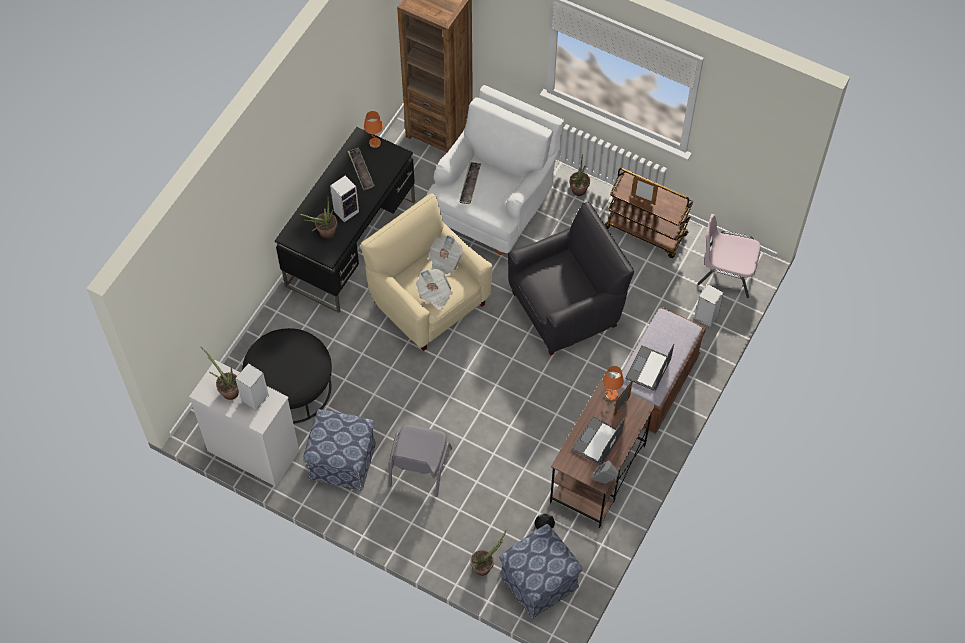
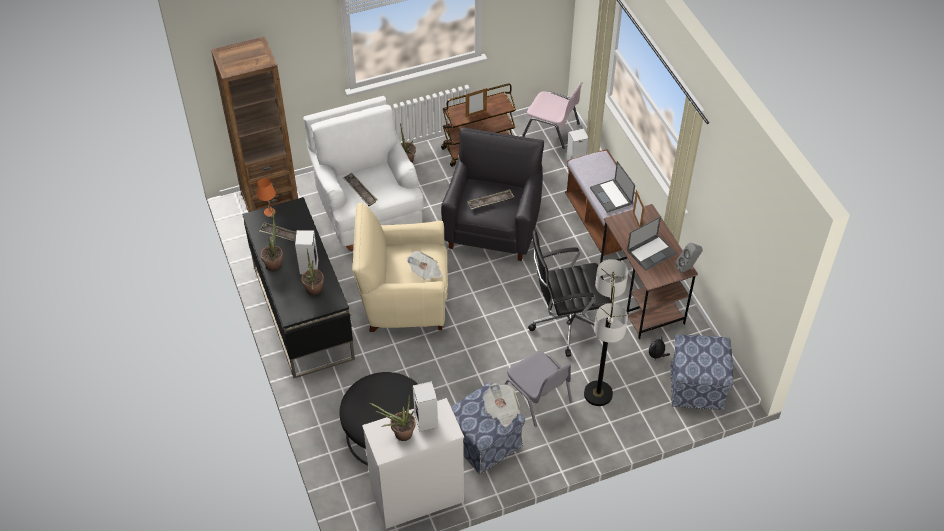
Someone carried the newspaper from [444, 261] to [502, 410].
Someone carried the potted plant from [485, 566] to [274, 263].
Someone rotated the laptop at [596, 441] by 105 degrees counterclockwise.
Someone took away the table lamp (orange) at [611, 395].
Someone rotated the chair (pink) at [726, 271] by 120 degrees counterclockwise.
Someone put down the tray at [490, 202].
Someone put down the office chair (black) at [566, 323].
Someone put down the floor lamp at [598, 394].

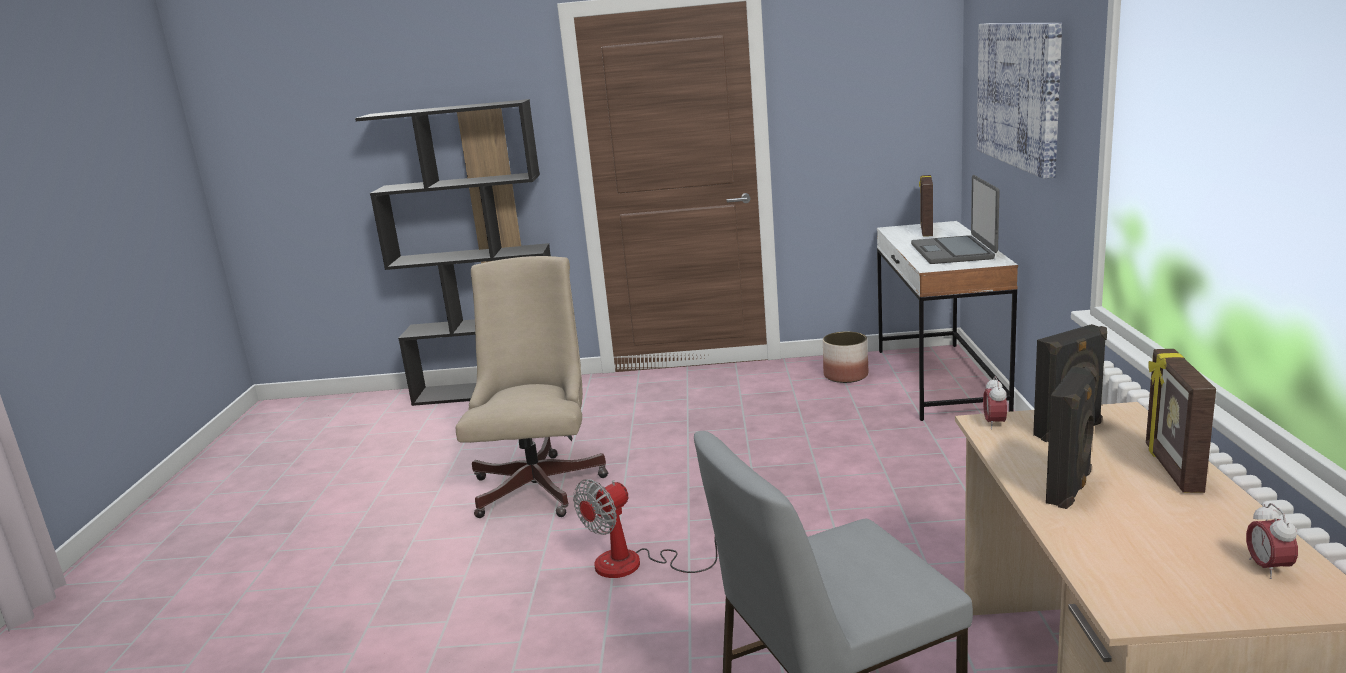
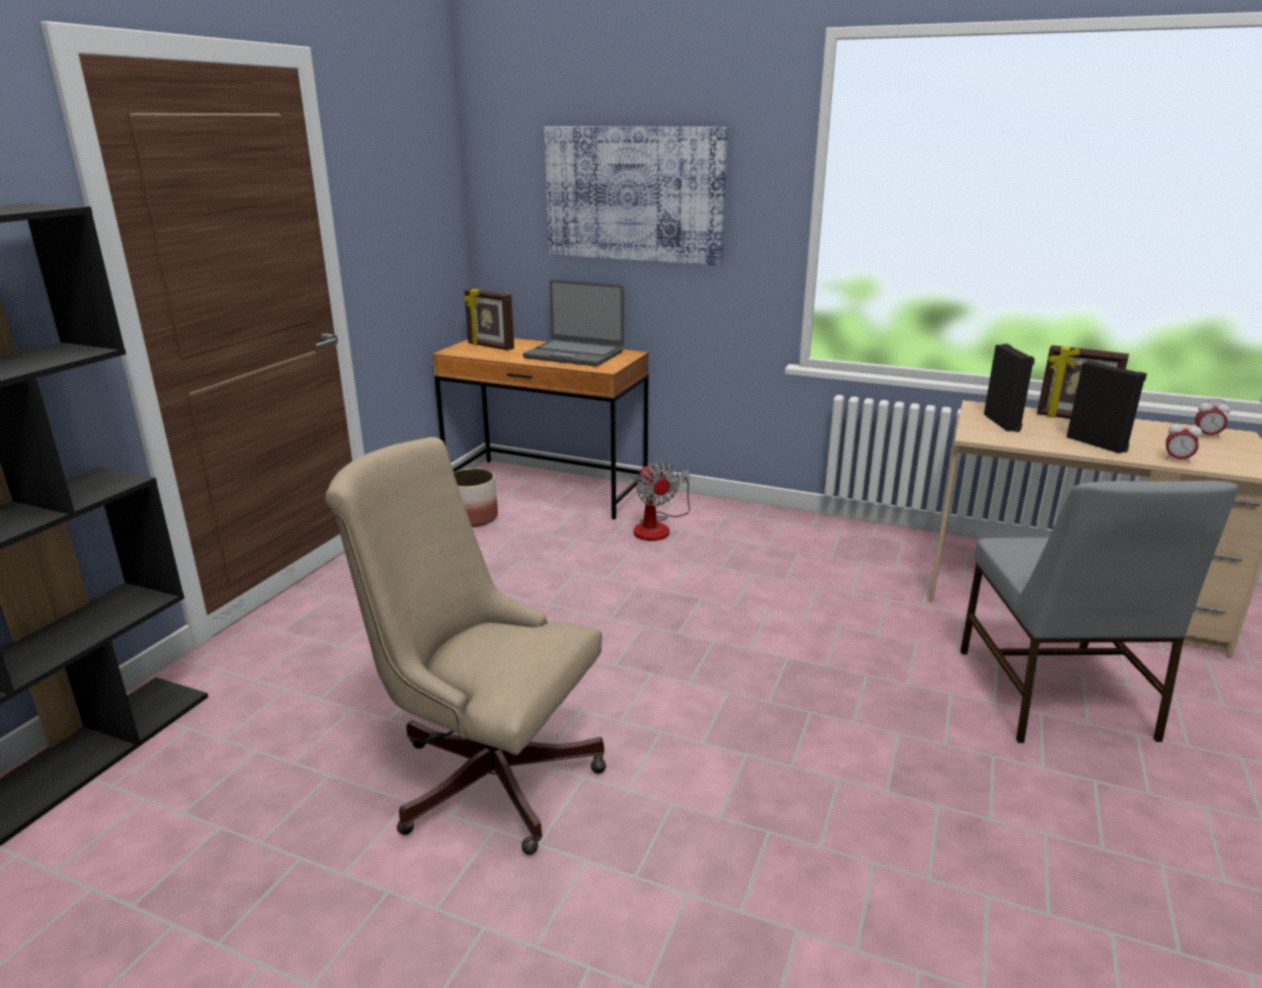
Someone carried the fan from [635, 564] to [658, 527].
Someone repainted the desk (white) at [939, 380], which became the desk (brown) at [546, 488].
Someone carried the alarm clock from [994, 424] to [1177, 460].

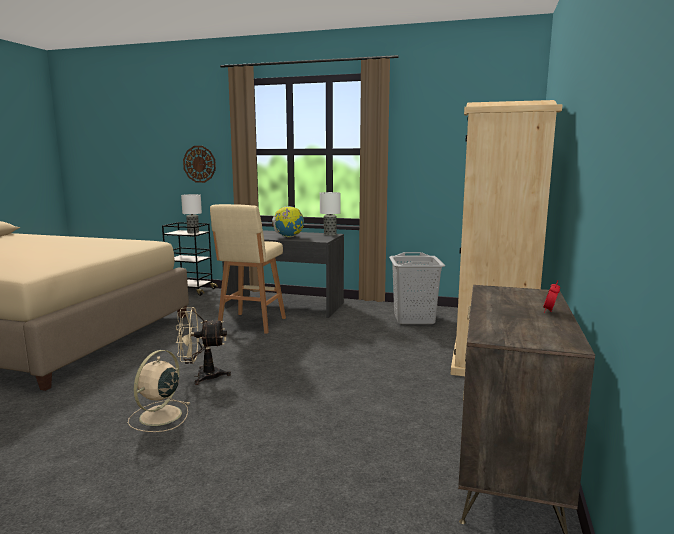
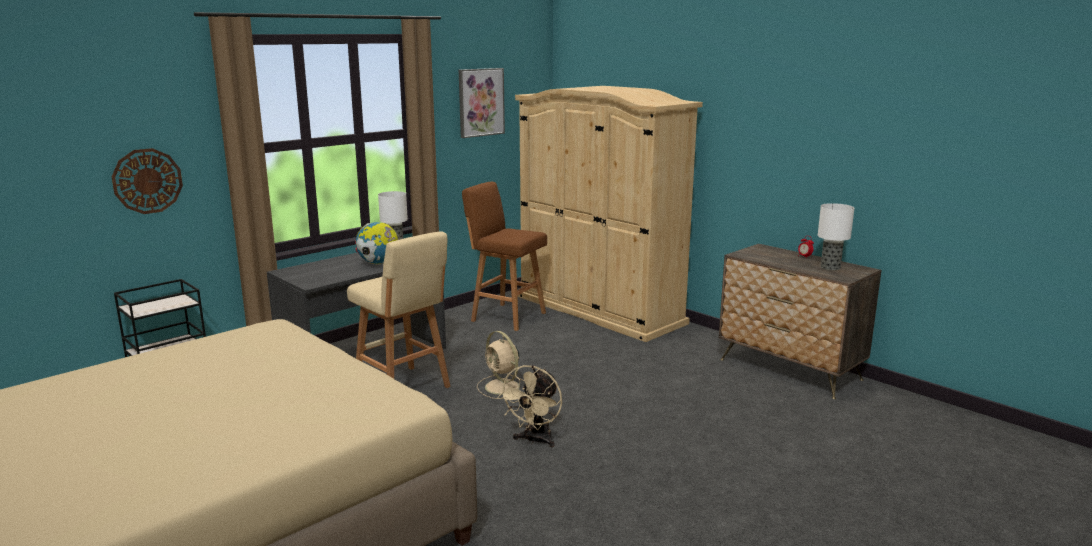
Someone carried the fan (beige) from [159, 416] to [503, 387].
Someone carried the table lamp from [193, 232] to [831, 268].
Someone swapped the laundry basket (grey) at [414, 319] for the stool (brown) at [506, 316].
Someone put up the picture at [481, 102].

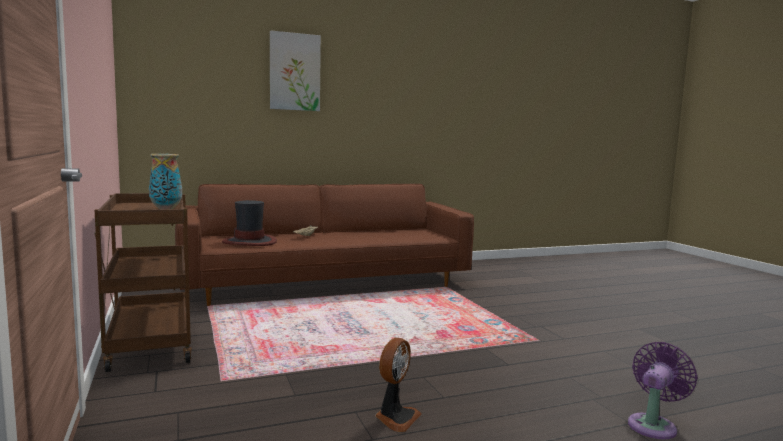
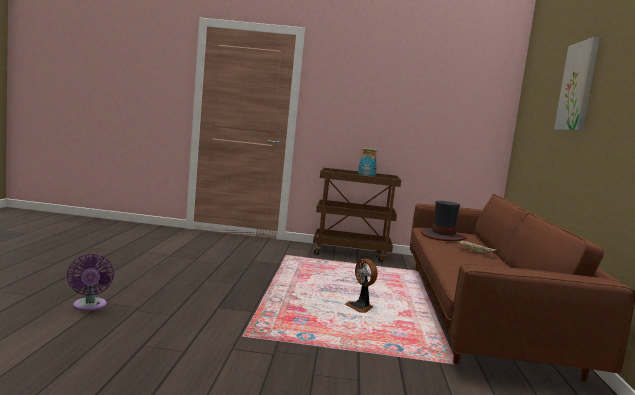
Someone carried the fan from [396, 417] to [360, 307].

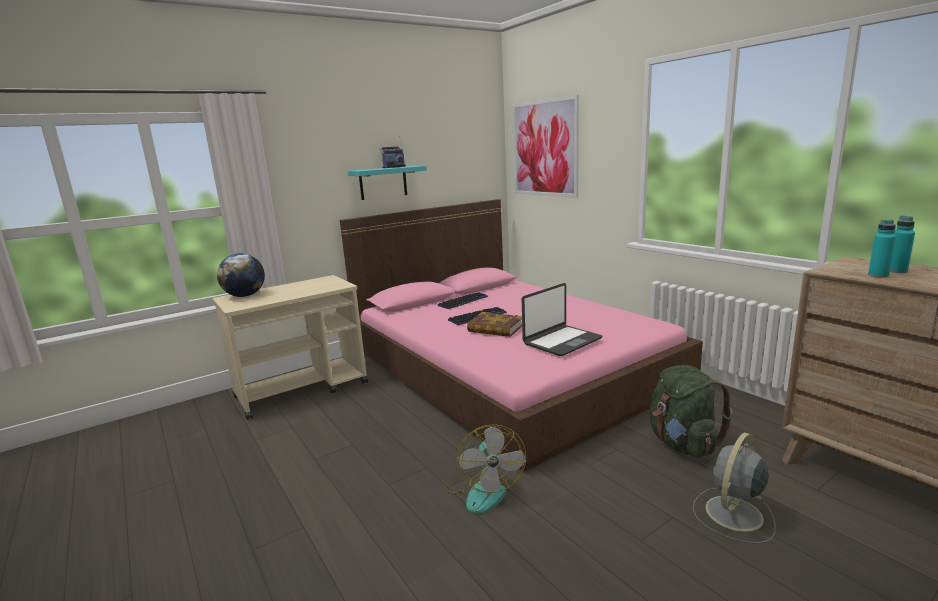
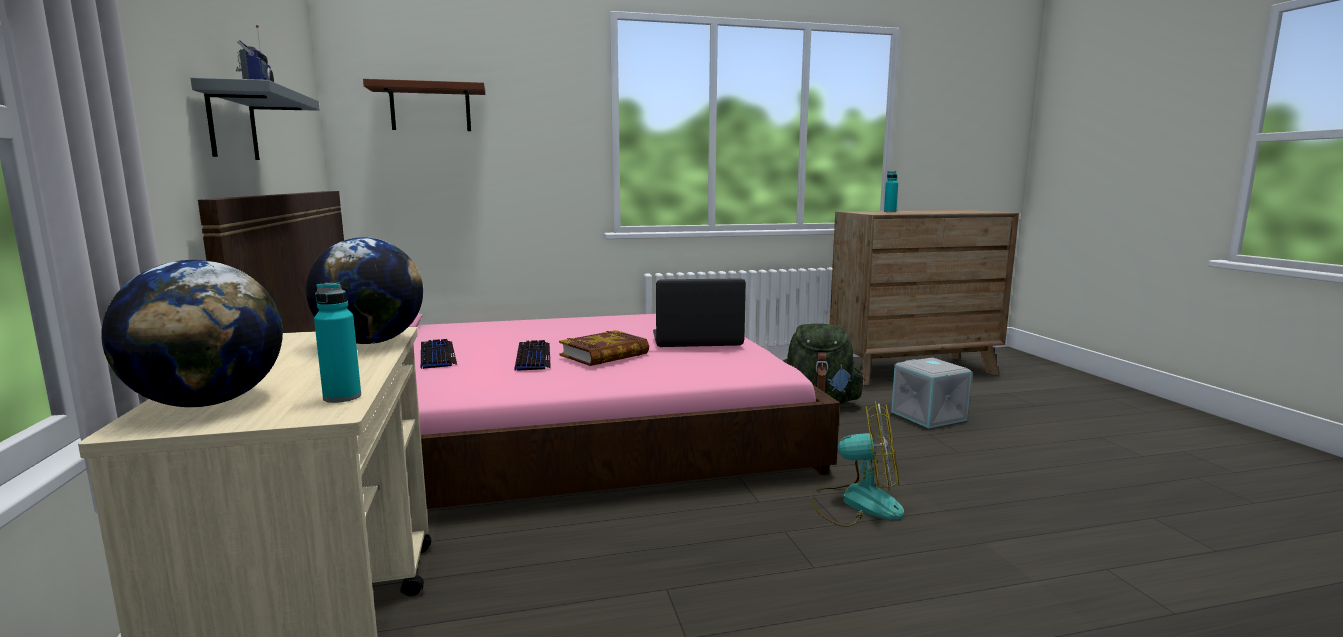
Someone repainted the shelf (turquoise) at [383, 182], which became the shelf (grey) at [232, 124].
Someone swapped the picture at [544, 148] for the shelf (brown) at [430, 108].
Someone rotated the laptop at [561, 341] by 75 degrees counterclockwise.
Someone swapped the fan (grey) at [733, 514] for the storage box (grey) at [929, 416].
Someone carried the bottle (turquoise) from [878, 275] to [342, 397].
Someone put down the globe at [371, 342].

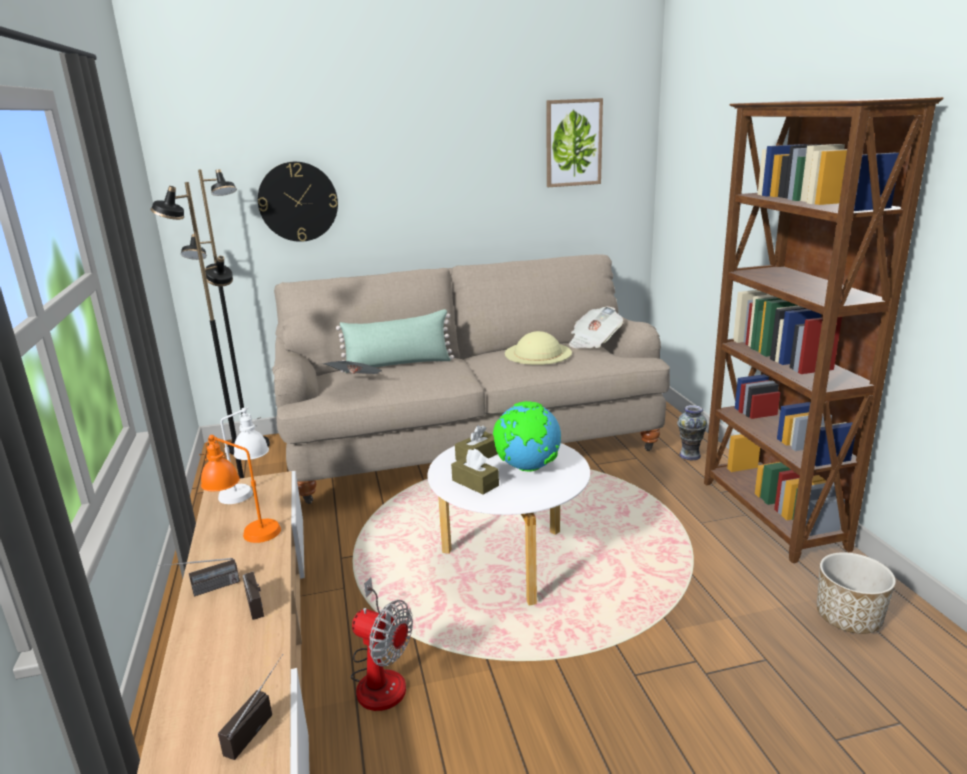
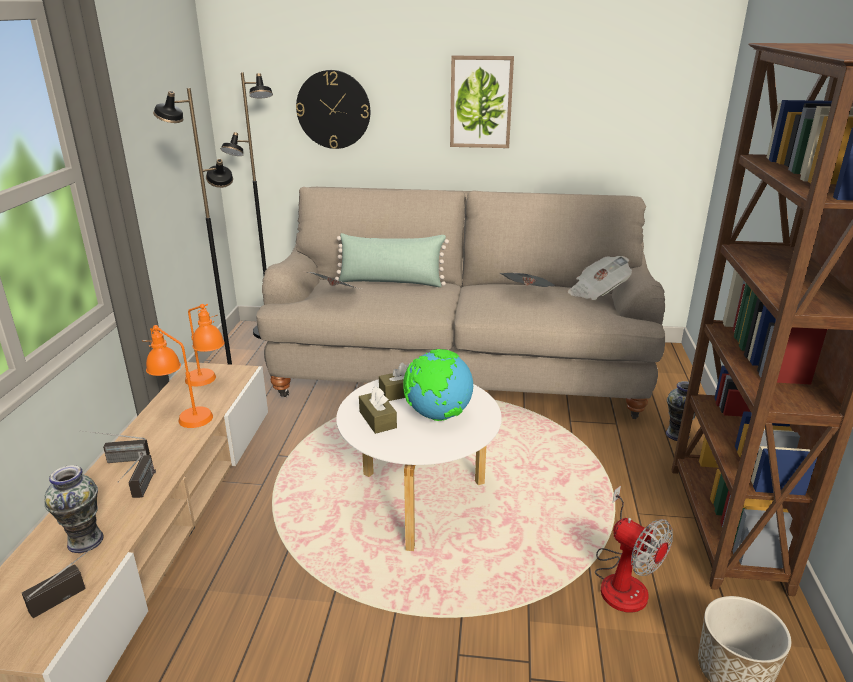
Someone repainted the table lamp (white) at [248, 497], which became the table lamp (orange) at [208, 383].
Someone carried the fan from [380, 676] to [622, 580].
Someone swapped the hat (beige) at [538, 353] for the newspaper at [527, 295].
Someone carried the picture from [573, 143] to [481, 102].
Someone put down the vase at [86, 540].

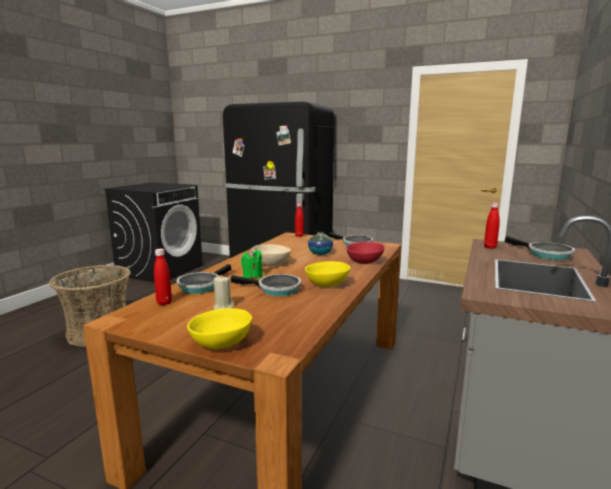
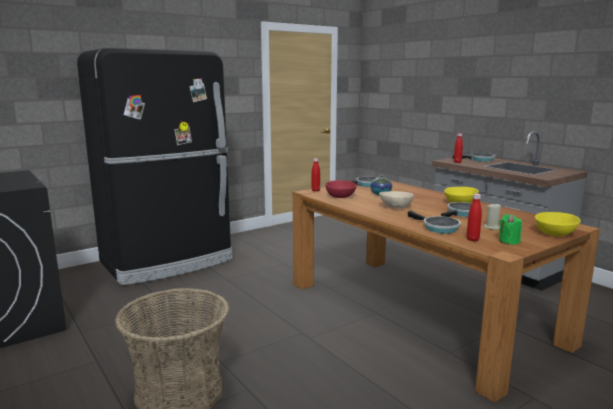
Someone carried the candle (green) from [252, 276] to [508, 241].
Someone carried the bowl (red) from [364, 261] to [340, 196].

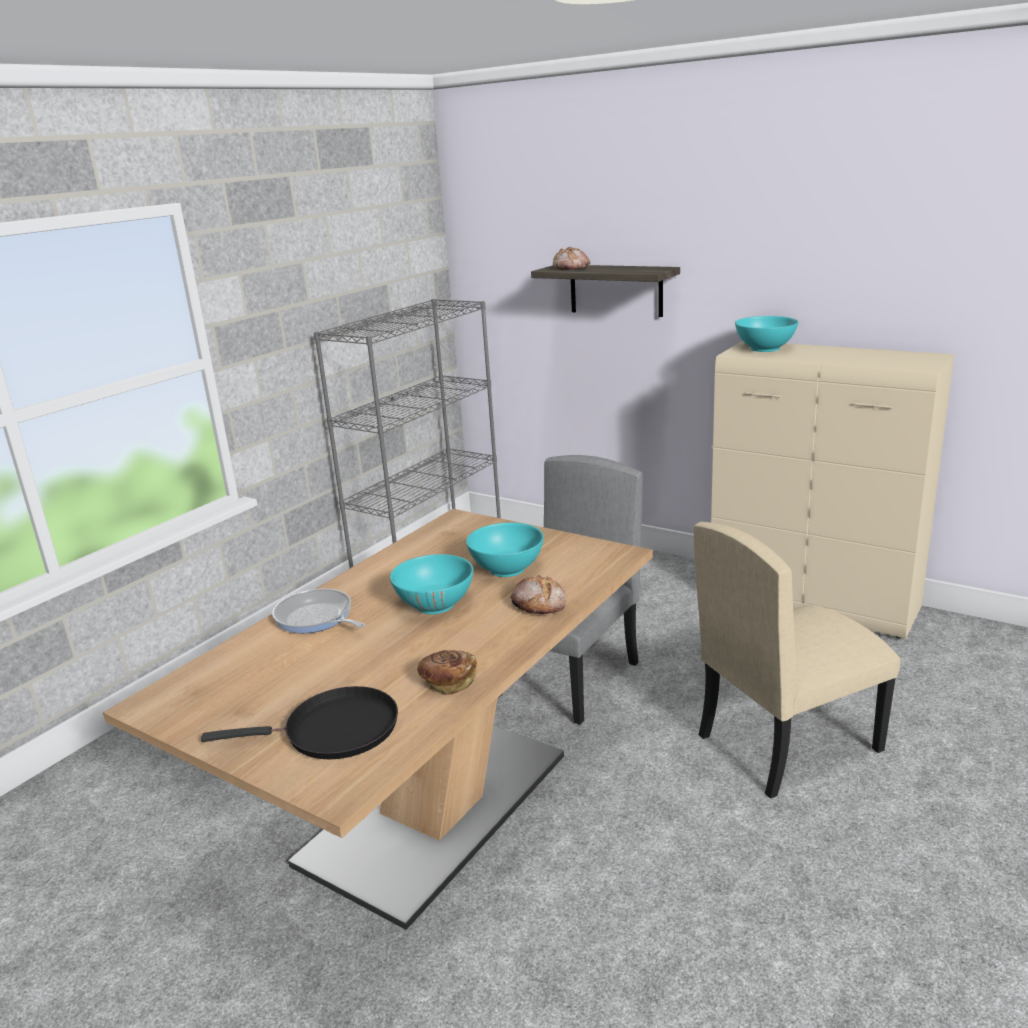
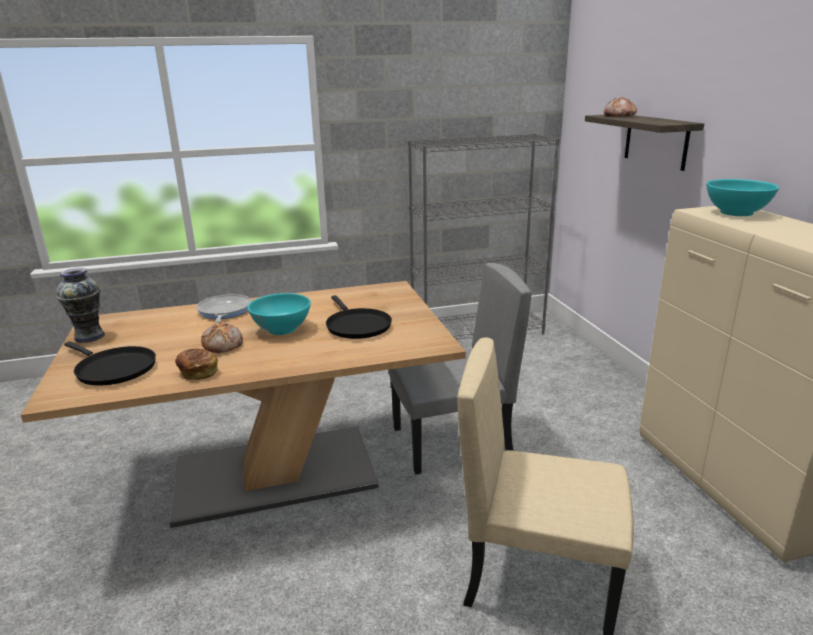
Someone swapped the bowl (turquoise) at [507, 569] for the frying pan (black) at [356, 326].
Someone carried the bread from [539, 604] to [223, 345].
Someone put down the vase at [90, 336].

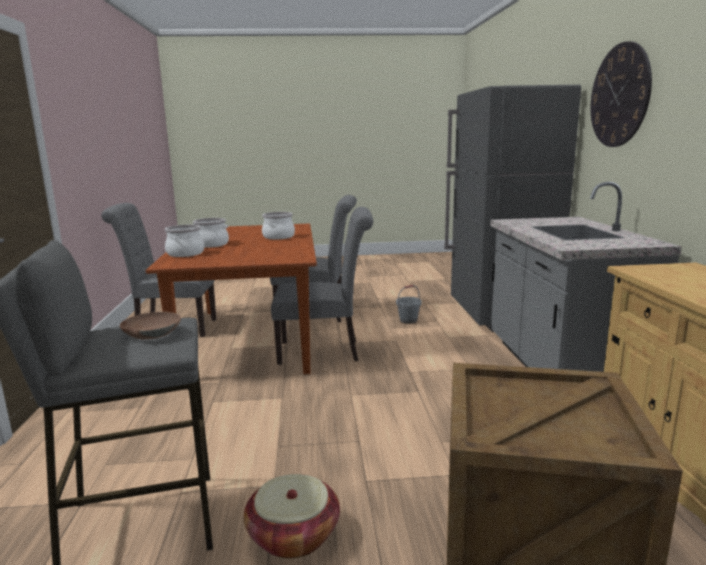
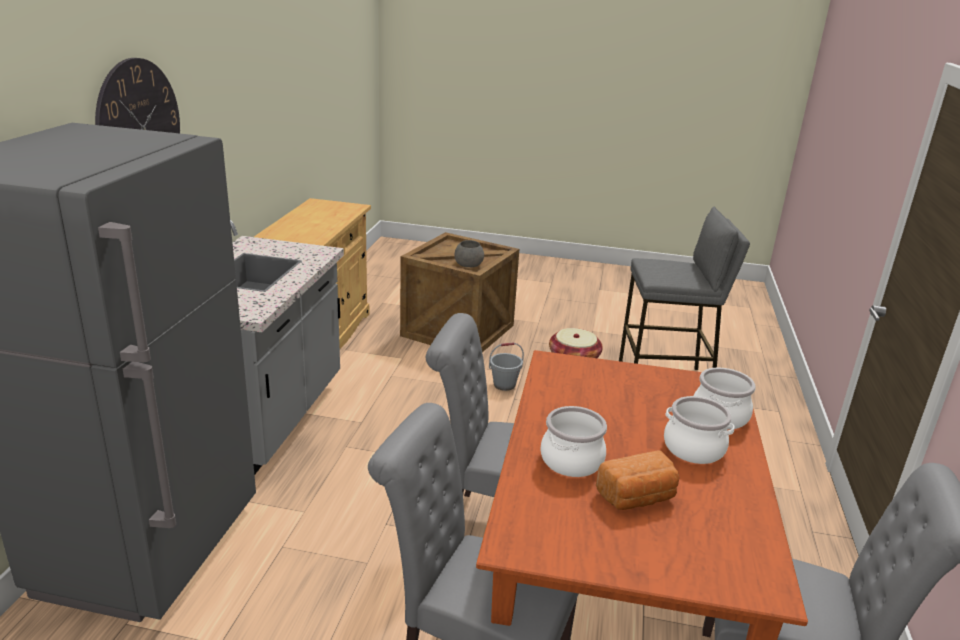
Someone took away the bowl (brown) at [152, 333].
Someone carried the bucket (grey) from [408, 321] to [504, 384].
Someone put down the bowl (grey) at [468, 264].
Someone put down the bread at [637, 498].

